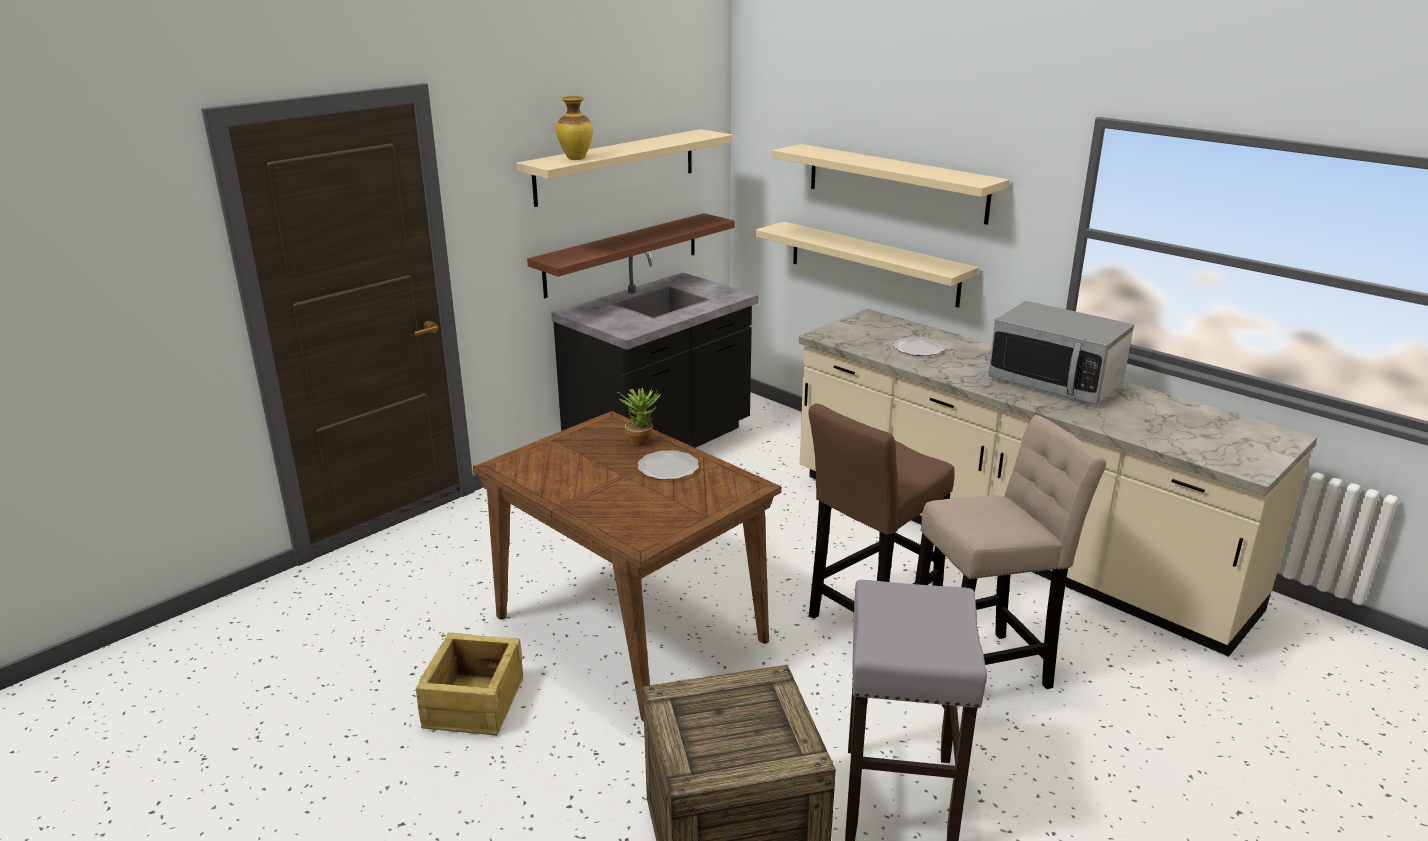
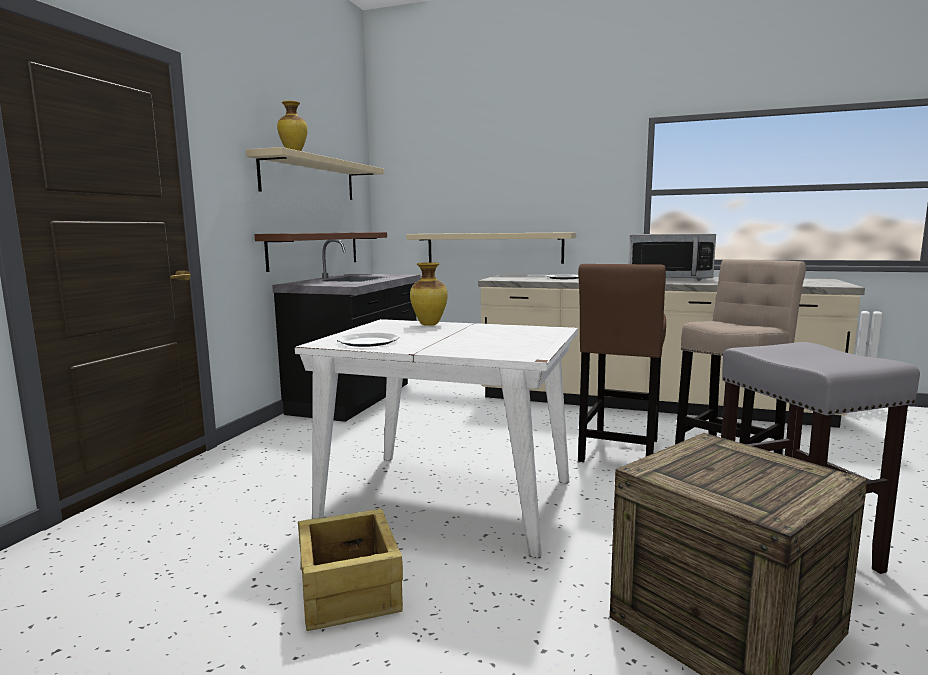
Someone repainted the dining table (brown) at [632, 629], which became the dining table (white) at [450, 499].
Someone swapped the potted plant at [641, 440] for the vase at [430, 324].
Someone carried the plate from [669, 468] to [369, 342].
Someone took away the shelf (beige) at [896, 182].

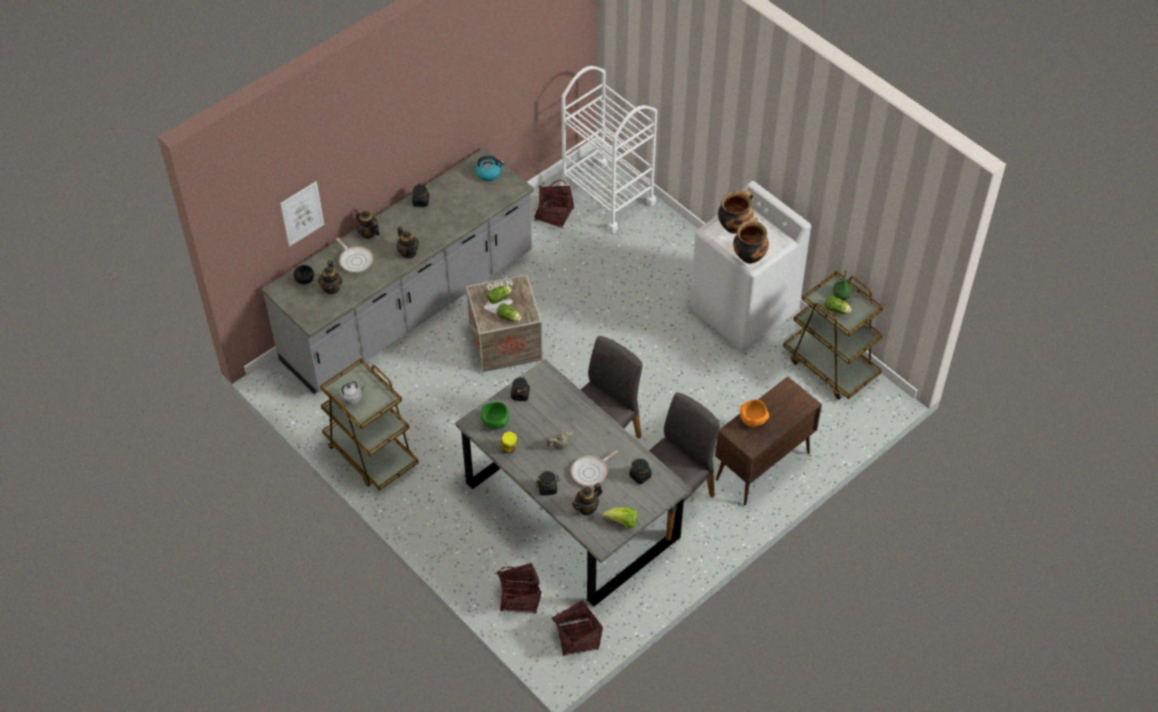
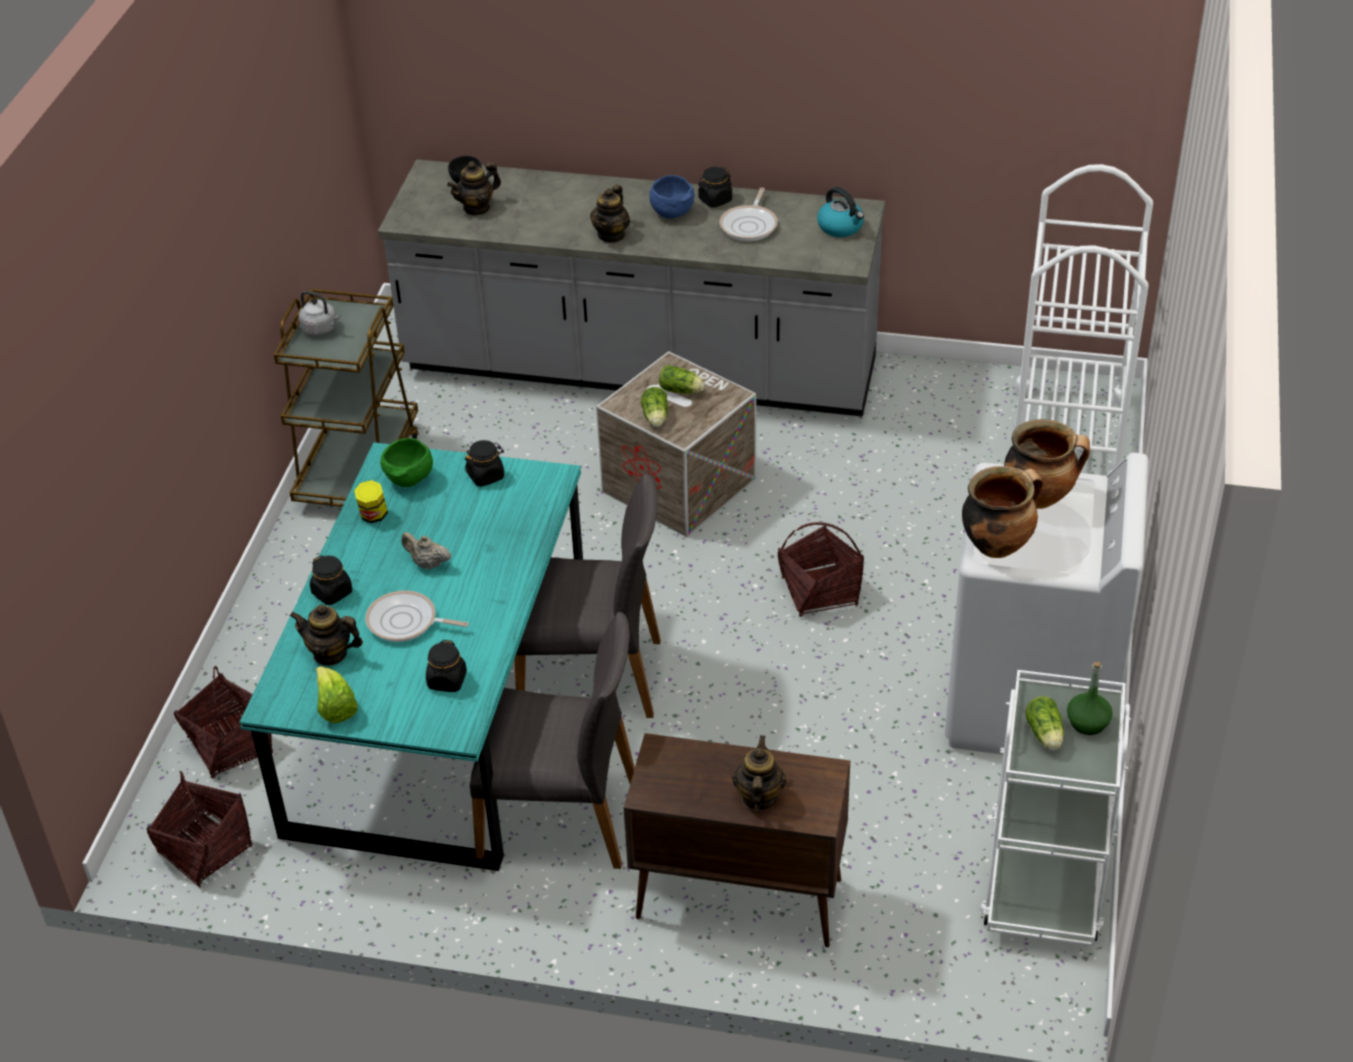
Someone took away the picture at [302, 213].
Someone carried the frying pan from [355, 260] to [750, 225].
Someone carried the teapot from [368, 233] to [758, 797].
Someone repainted the dining table (grey) at [573, 509], which became the dining table (turquoise) at [442, 716].
Someone carried the basket from [554, 214] to [820, 592].
Someone took away the bowl (orange) at [753, 420].
Someone repainted the cart (brown) at [830, 366], which became the cart (white) at [1044, 875].
Someone put down the bowl (blue) at [671, 213].

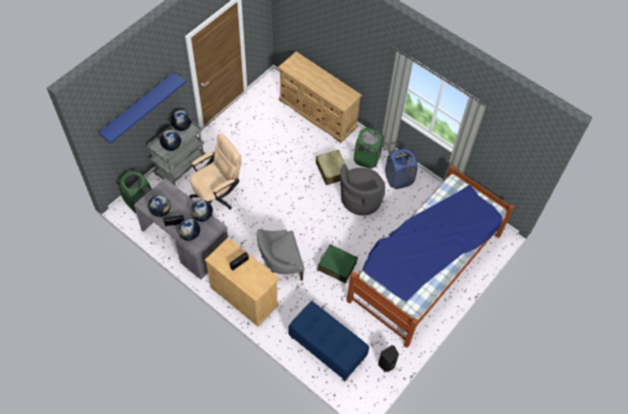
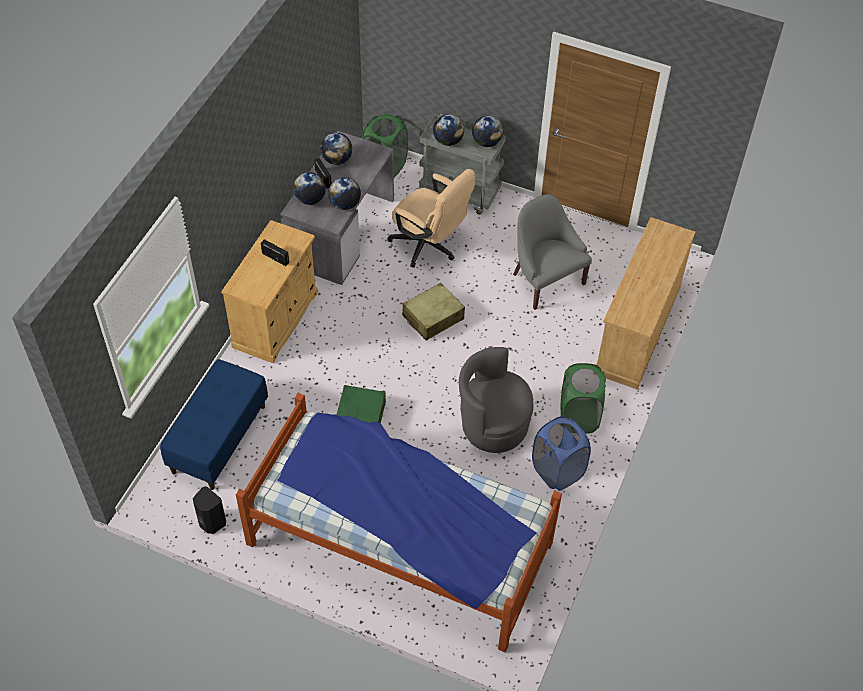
Someone took away the shelf (blue) at [138, 106].
Someone carried the armchair (grey) from [280, 266] to [545, 279].
Someone carried the suitcase (beige) from [332, 171] to [432, 317].

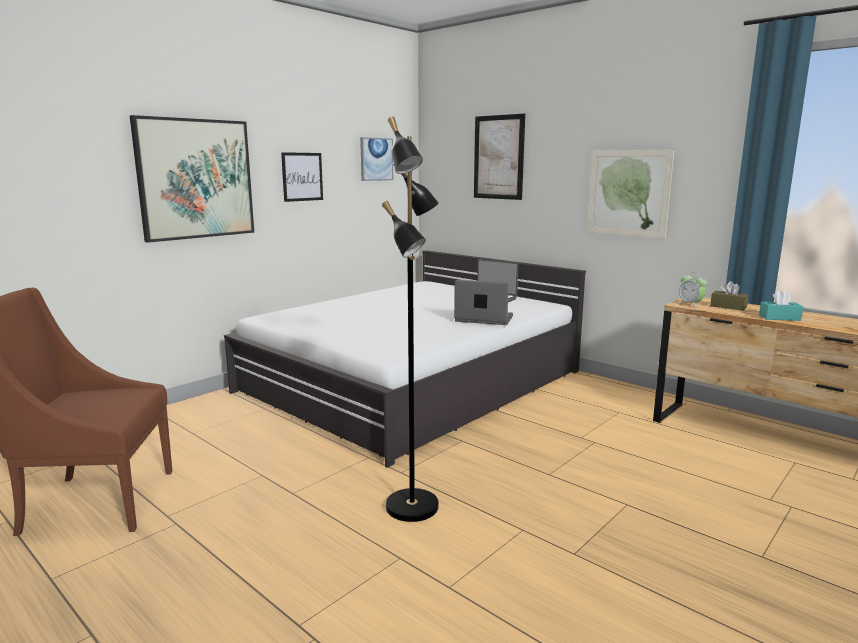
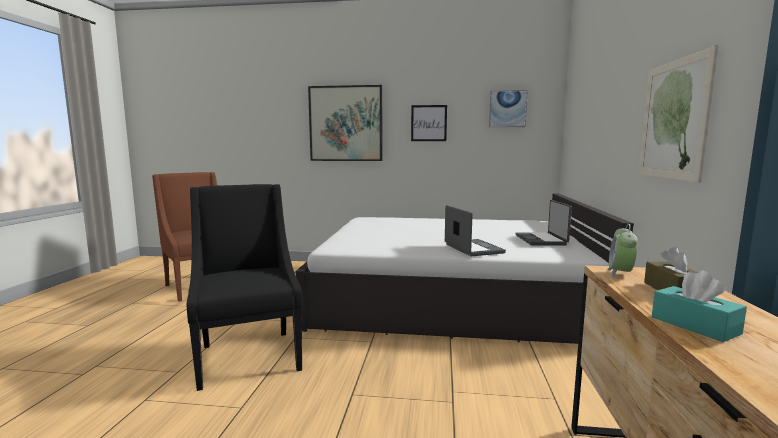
Someone swapped the floor lamp (black) at [414, 507] for the armchair (black) at [248, 356].
Someone took away the picture at [498, 157].

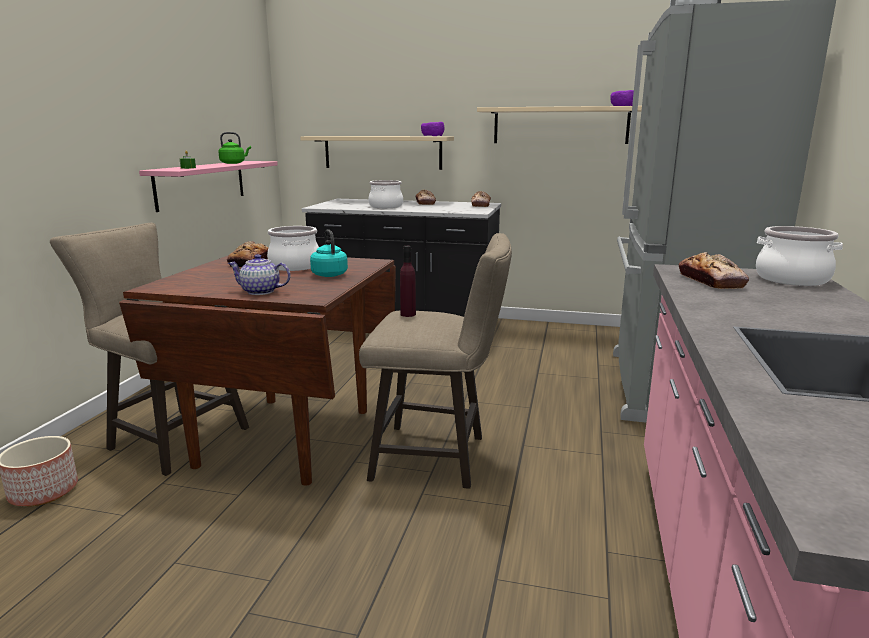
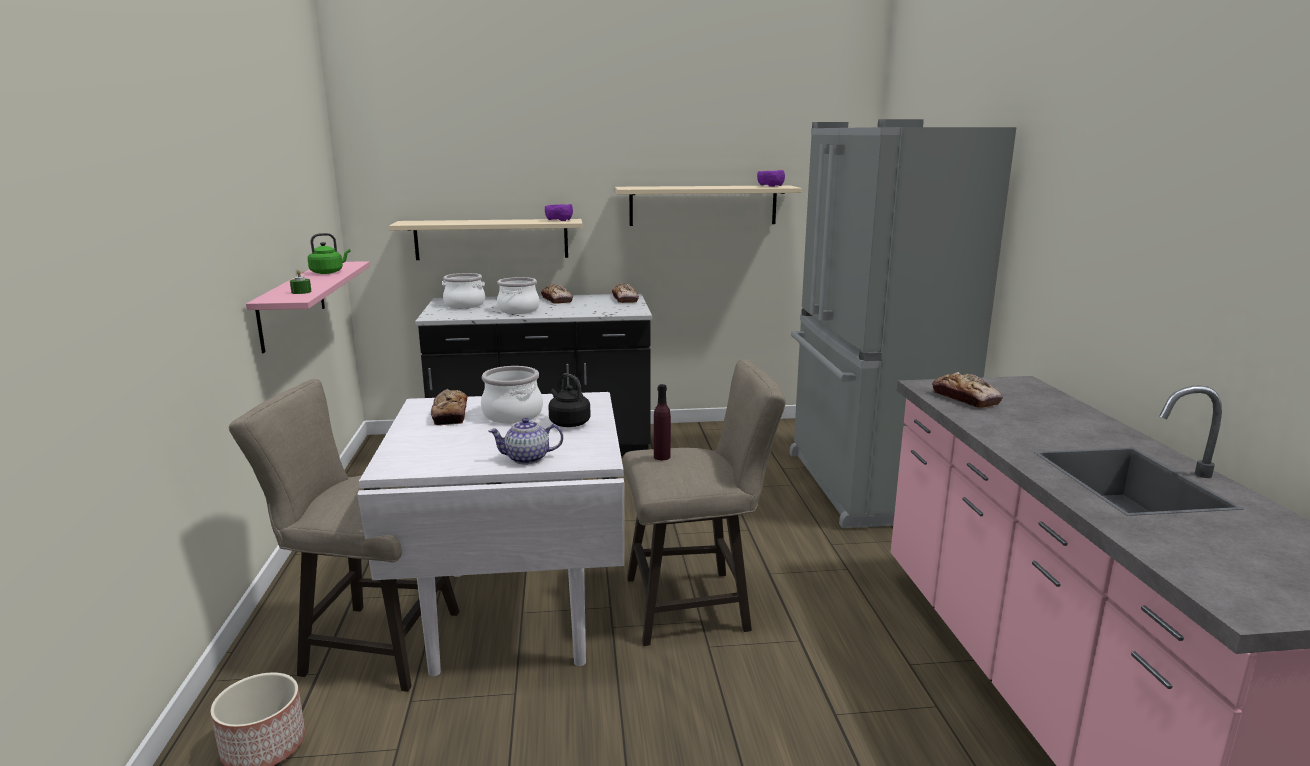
Someone repainted the dining table (brown) at [288, 437], which became the dining table (white) at [515, 614].
Someone repainted the kettle (turquoise) at [329, 274], which became the kettle (black) at [568, 423].
Someone carried the cooking pot from [792, 279] to [465, 305].

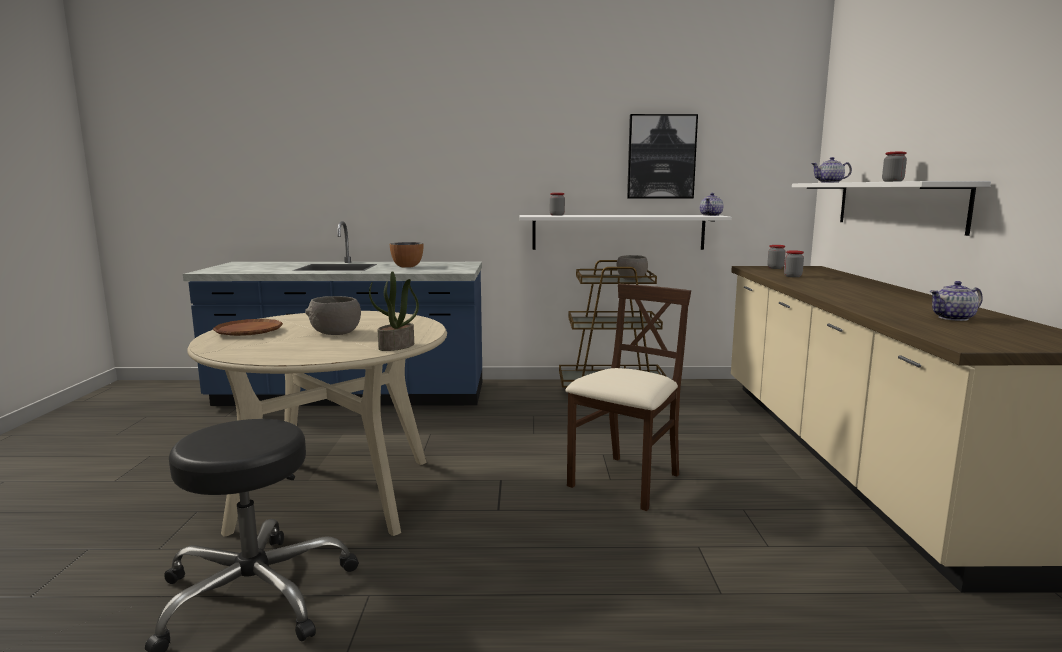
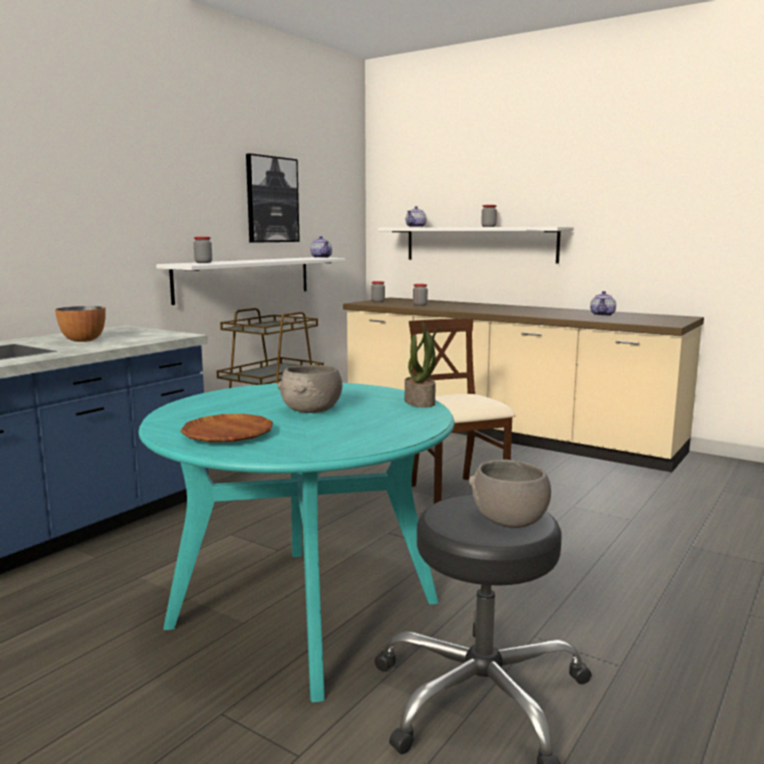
Someone repainted the dining table (beige) at [335, 493], which became the dining table (turquoise) at [305, 613].
Someone carried the bowl (grey) from [631, 278] to [508, 520].

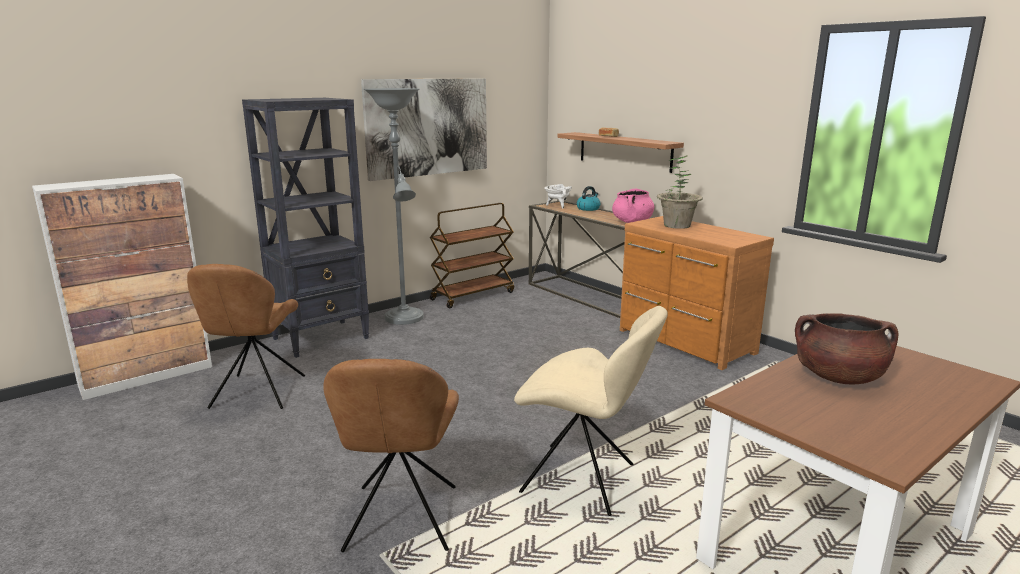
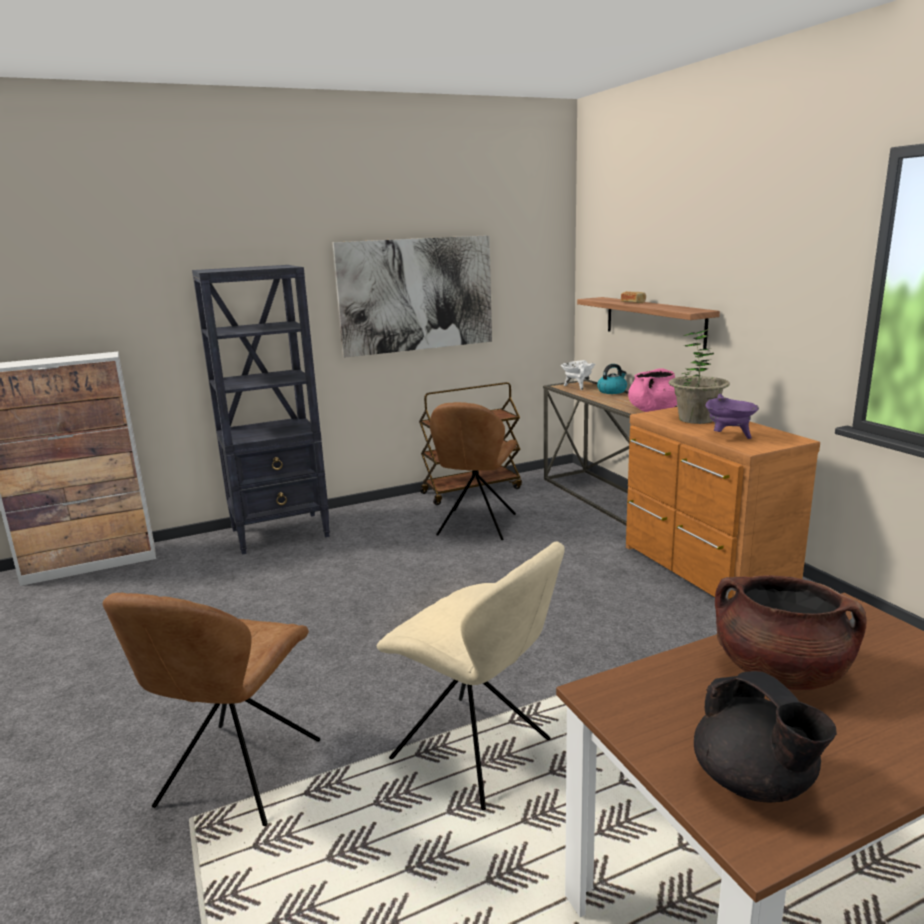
Someone carried the chair (brown) from [257, 393] to [476, 526].
Someone took away the floor lamp (grey) at [405, 319].
Someone put down the teapot (black) at [754, 783].
Someone put down the cooking pot (purple) at [728, 437].

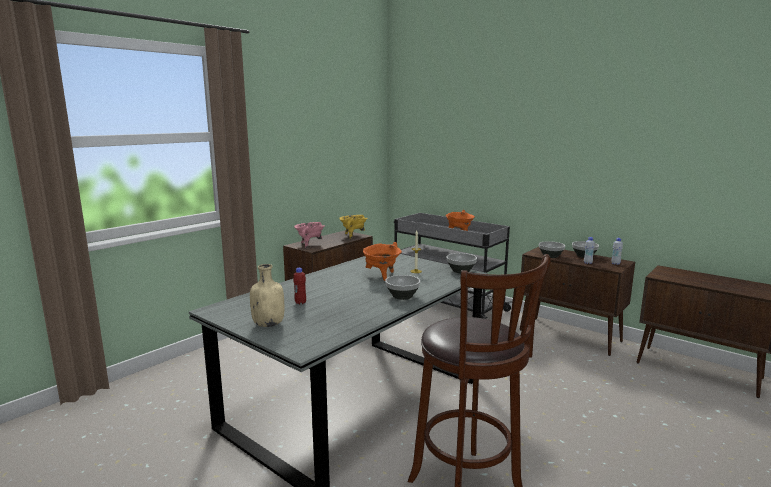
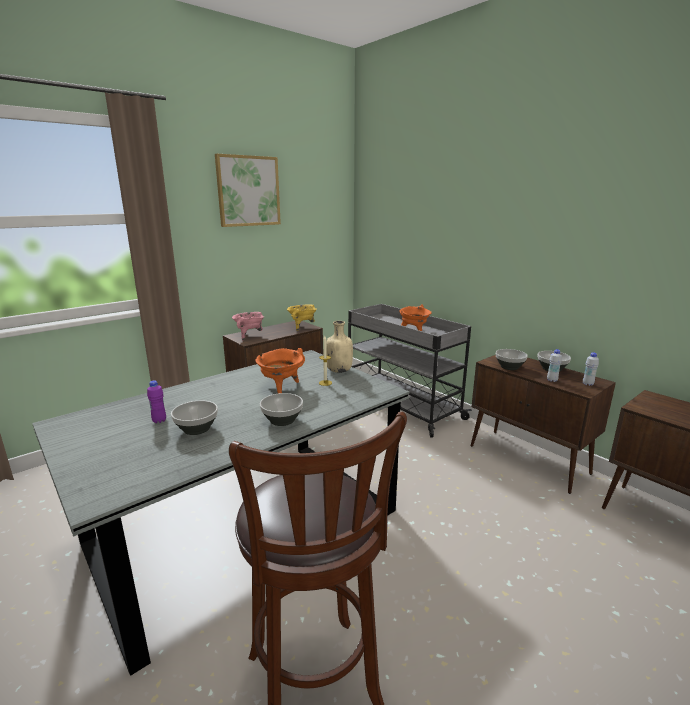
Someone carried the bottle (beige) from [268, 324] to [339, 370].
Someone repainted the bottle (red) at [300, 302], which became the bottle (purple) at [159, 420].
Someone carried the bowl from [460, 271] to [197, 429].
Someone put up the picture at [248, 191].

